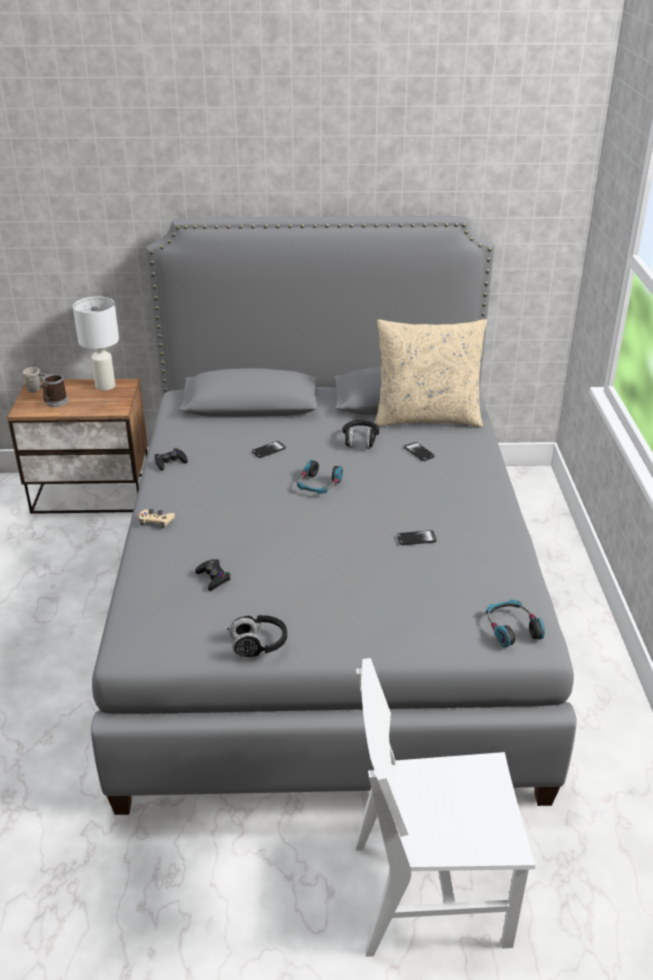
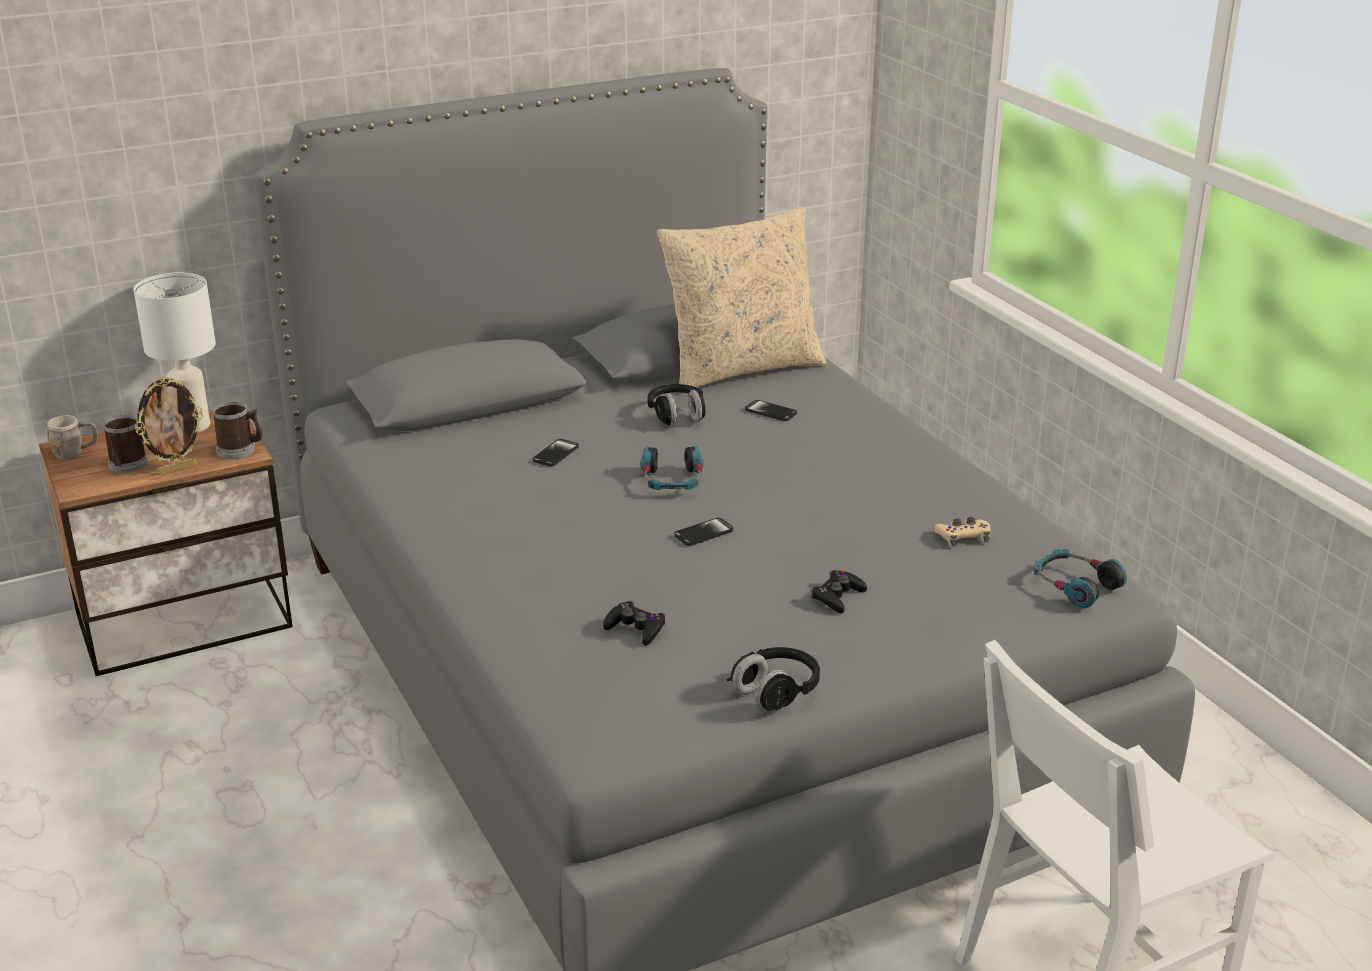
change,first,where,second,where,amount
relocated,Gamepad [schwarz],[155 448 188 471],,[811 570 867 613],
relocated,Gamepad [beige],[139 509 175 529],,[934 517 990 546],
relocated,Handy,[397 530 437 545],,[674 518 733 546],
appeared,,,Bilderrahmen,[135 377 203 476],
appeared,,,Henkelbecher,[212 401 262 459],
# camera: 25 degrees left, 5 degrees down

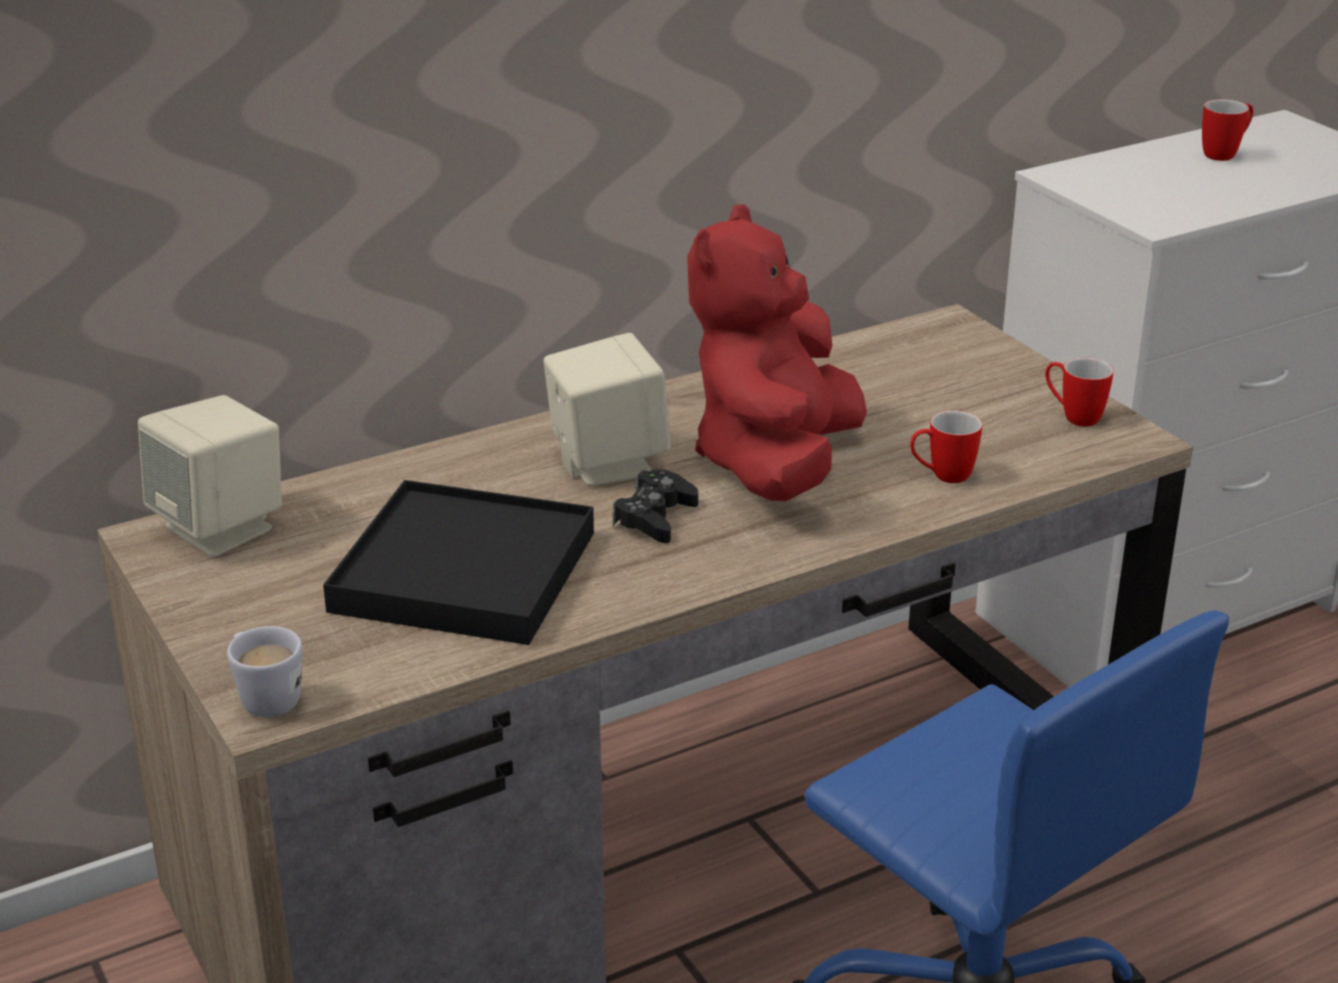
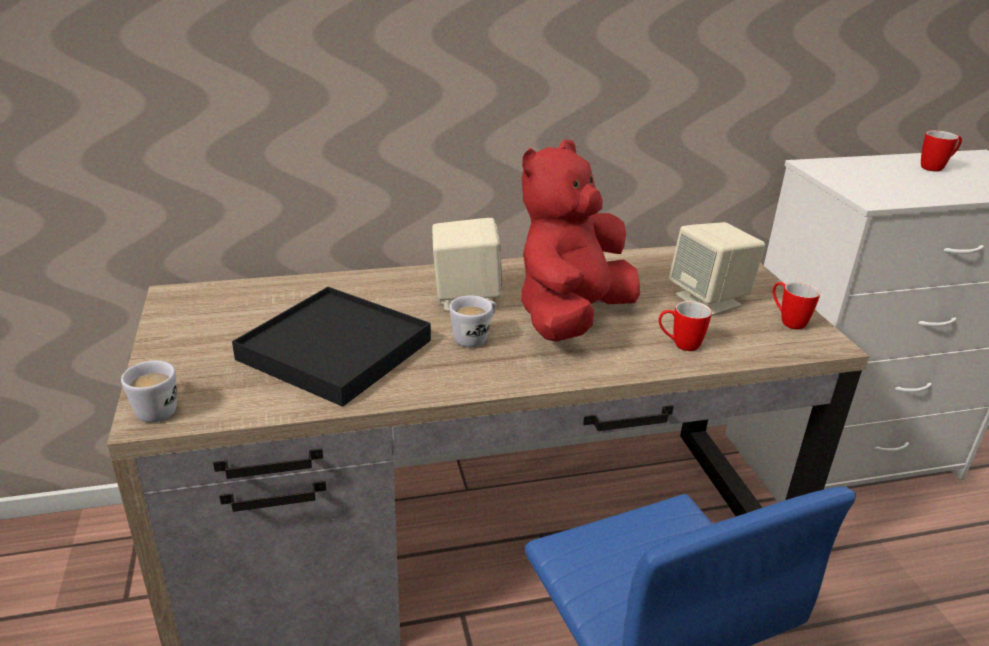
change,first,where,second,where,amount
relocated,Lautsprecher [beige],[138 395 282 557],,[669 222 765 316],
exchanged,Gamepad [schwarz],[613 469 698 543],Henkelbecher [weiß],[449 295 496 347],
# camera: 15 degrees right, 0 degrees up

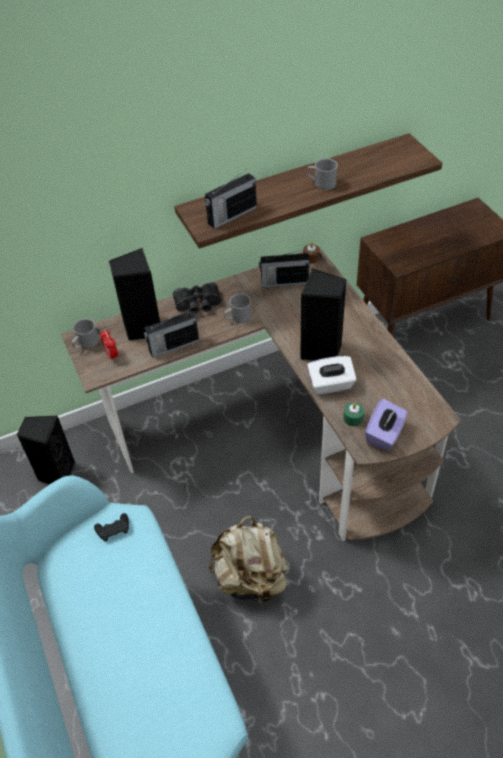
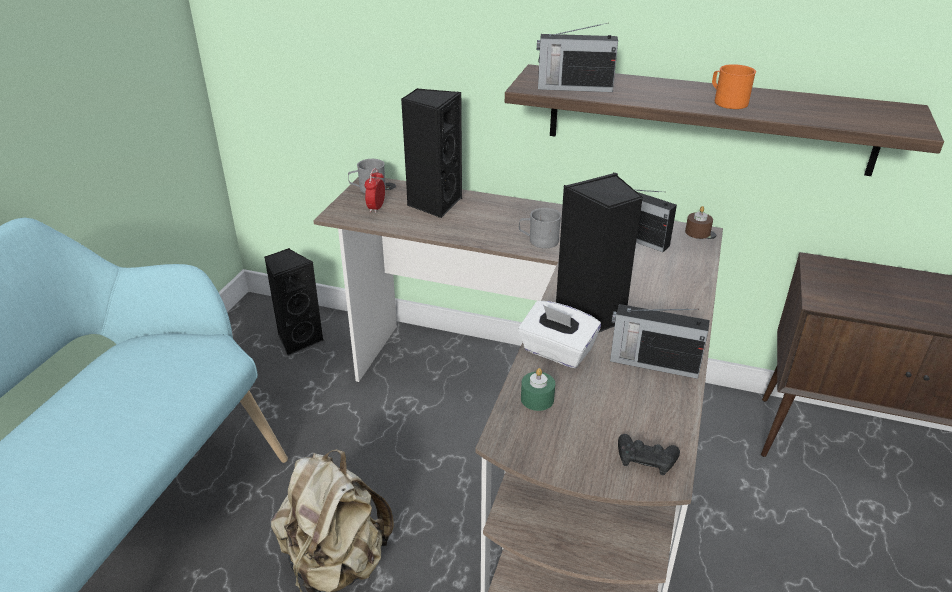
change,first,where,second,where,amount
colour,Henkelbecher [grau],[307 158 338 190],Henkelbecher [orange],[712 64 756 109],
missing,Fernglas [schwarz],[173 282 222 314],,,
relocated,Radio,[144 309 199 358],,[610 304 710 379],
missing,Taschentuchbox [lila],[365 399 408 451],,,
relocated,Gamepad [schwarz],[94 513 129 541],,[618 434 680 475],
# camera: 40 degrees right, 15 degrees down

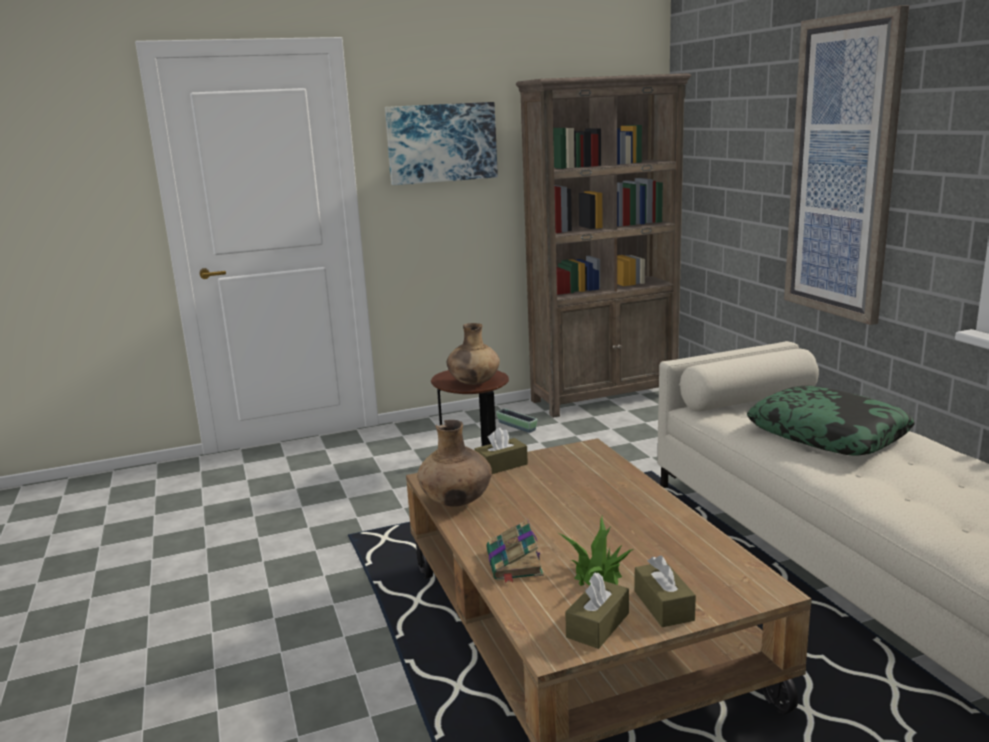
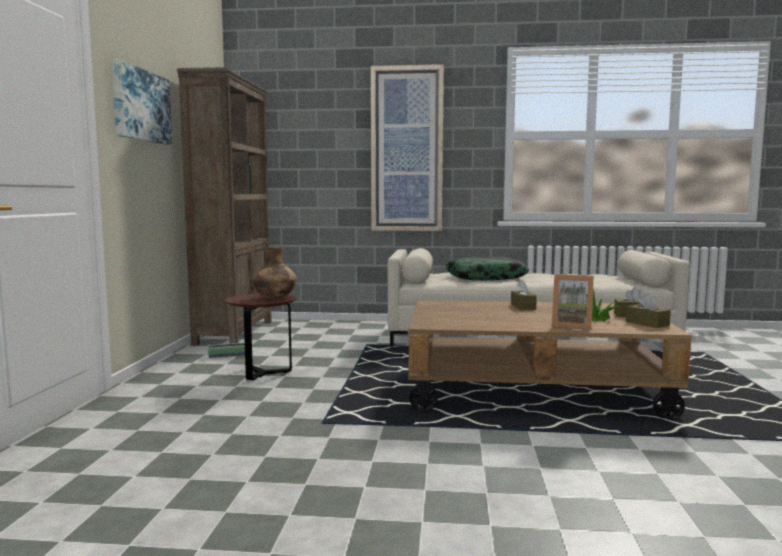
change,first,where,second,where,amount
missing,Vase [braun],[417 420 492 507],,,
relocated,Taschentuchbox [braun],[474 428 528 474],,[511 280 537 310],
exchanged,Buch,[486 519 544 583],Bilderrahmen,[551 274 594 330],
# camera: 65 degrees left, 10 degrees down

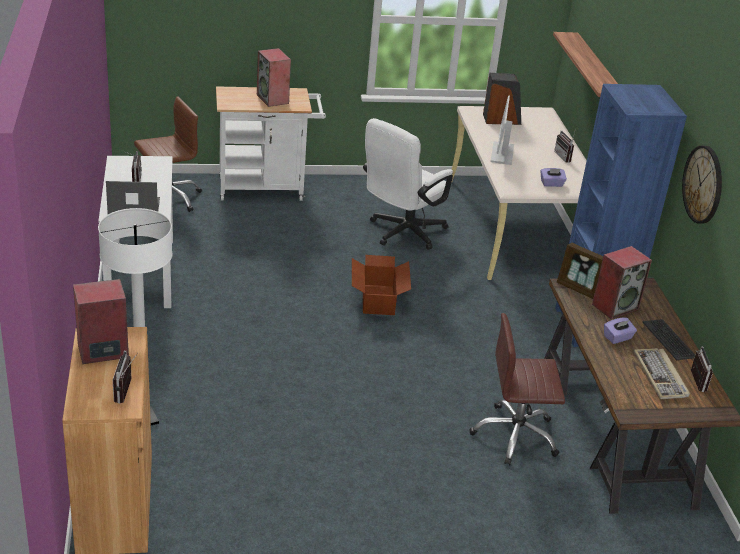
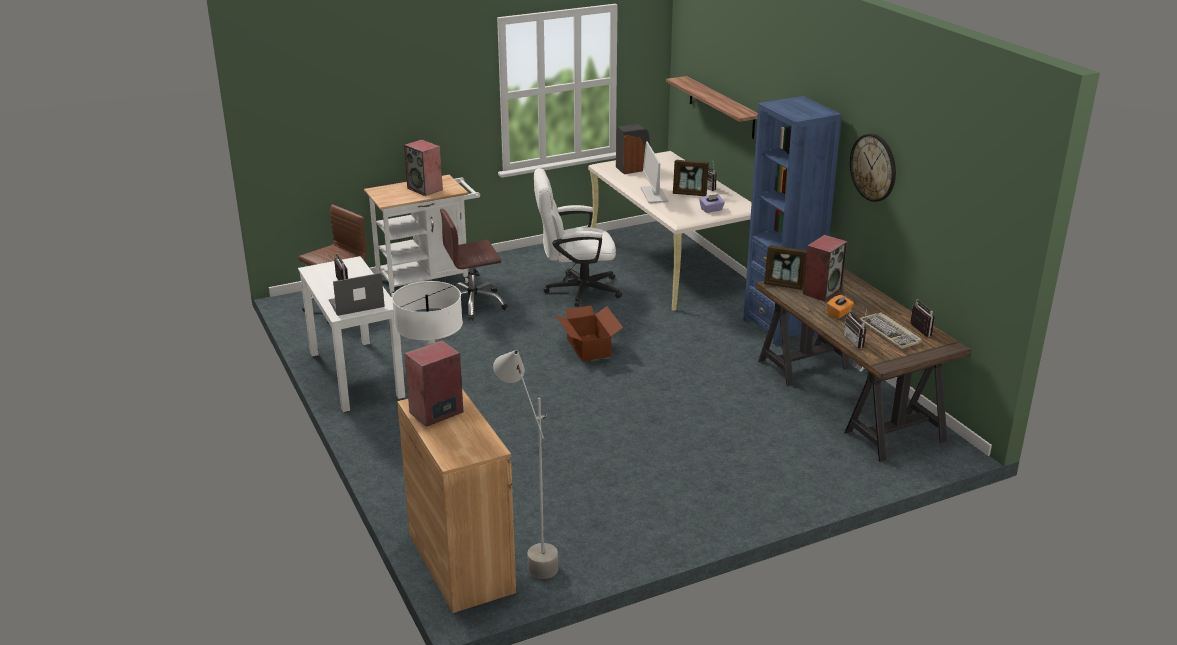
change,first,where,second,where,amount
spun,Bürostuhl [weiß],[363 118 453 250],,[534 168 622 307],60 degrees clockwise
relocated,Bürostuhl [braun],[469 313 565 465],,[439 208 508 321],
colour,Taschentuchbox [lila],[604 317 637 344],Taschentuchbox [orange],[827 295 854 319],
missing,Tastatur,[643 319 695 360],,,
relocated,Radio,[113 351 138 403],,[844 309 867 349],
appeared,,,Bilderrahmen,[673 160 709 196],
appeared,,,Stehlampe [grau],[493 350 558 579],
# camera: 15 degrees left, 5 degrees down

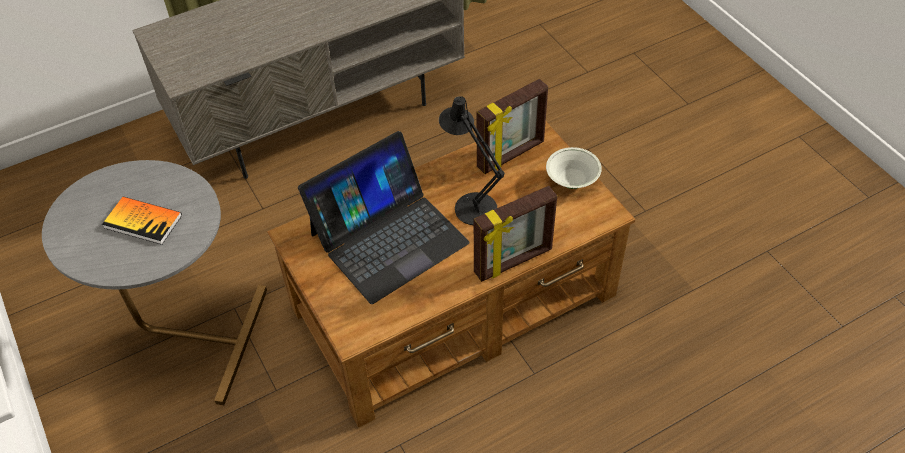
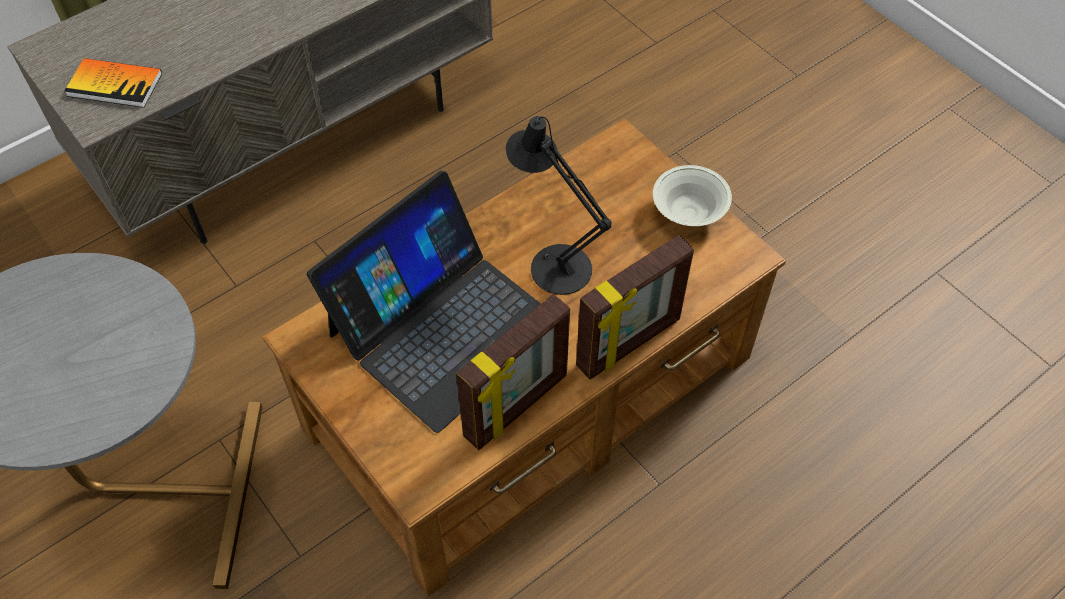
change,first,where,second,where,amount
relocated,Bilderrahmen,[477 79 548 174],,[456 294 570 450],
relocated,Buch,[102 197 182 245],,[64 58 162 108],
# camera: 10 degrees left, 5 degrees up

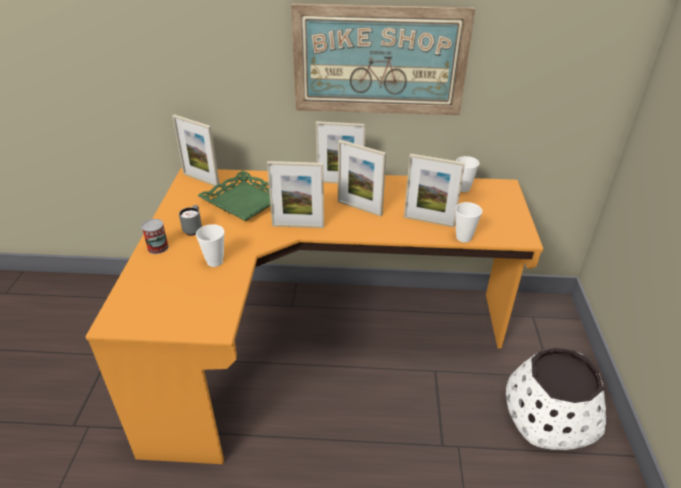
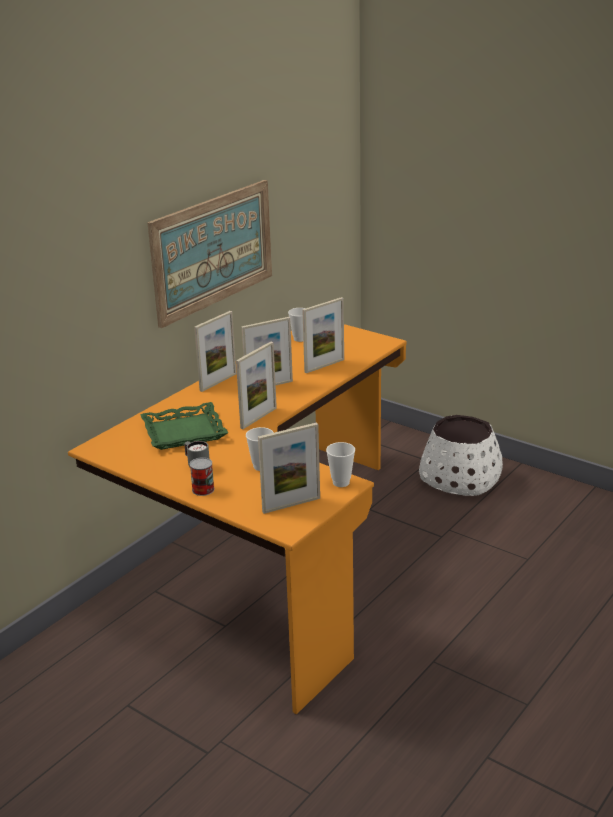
change,first,where,second,where,amount
relocated,Bilderrahmen,[172 114 219 186],,[258 422 320 514],
relocated,Tasse,[455 202 482 243],,[326 442 355 487],
# camera: 55 degrees left, 10 degrees down

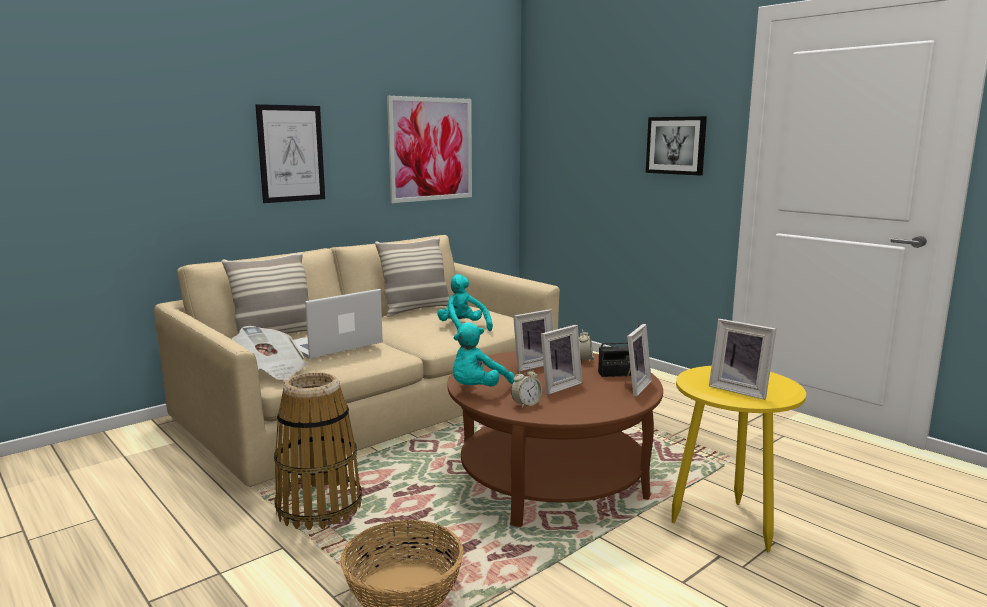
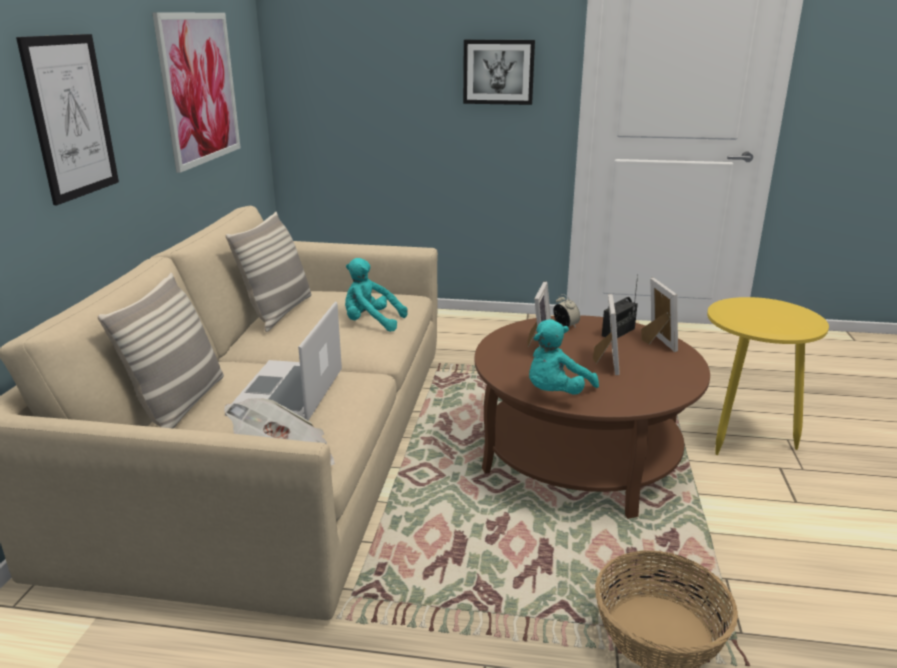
change,first,where,second,where,amount
missing,Bilderrahmen,[709 319 776 400],,,
spun,Plüschtier [türkis],[453 322 514 386],,[529 319 599 395],45 degrees clockwise
missing,Wecker,[511 367 542 408],,,
missing,Korb,[274 372 362 530],,,
# camera: 40 degrees left, 10 degrees up

